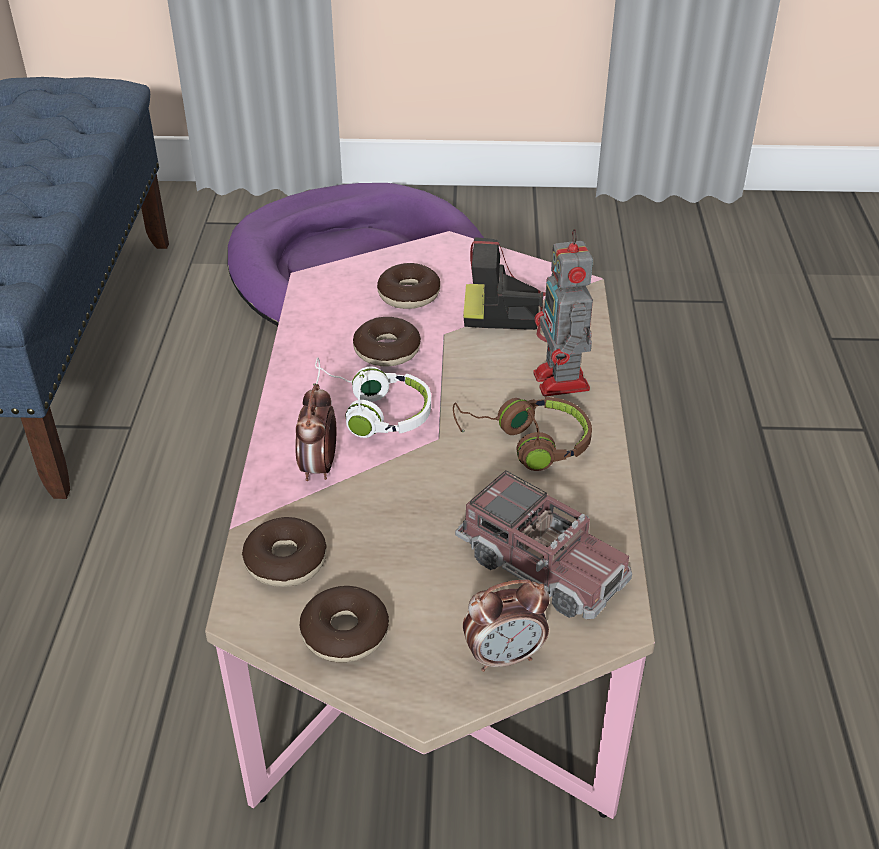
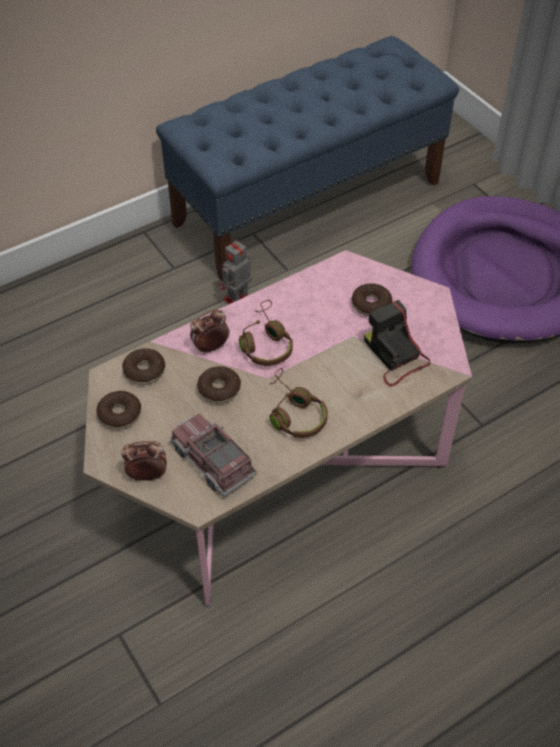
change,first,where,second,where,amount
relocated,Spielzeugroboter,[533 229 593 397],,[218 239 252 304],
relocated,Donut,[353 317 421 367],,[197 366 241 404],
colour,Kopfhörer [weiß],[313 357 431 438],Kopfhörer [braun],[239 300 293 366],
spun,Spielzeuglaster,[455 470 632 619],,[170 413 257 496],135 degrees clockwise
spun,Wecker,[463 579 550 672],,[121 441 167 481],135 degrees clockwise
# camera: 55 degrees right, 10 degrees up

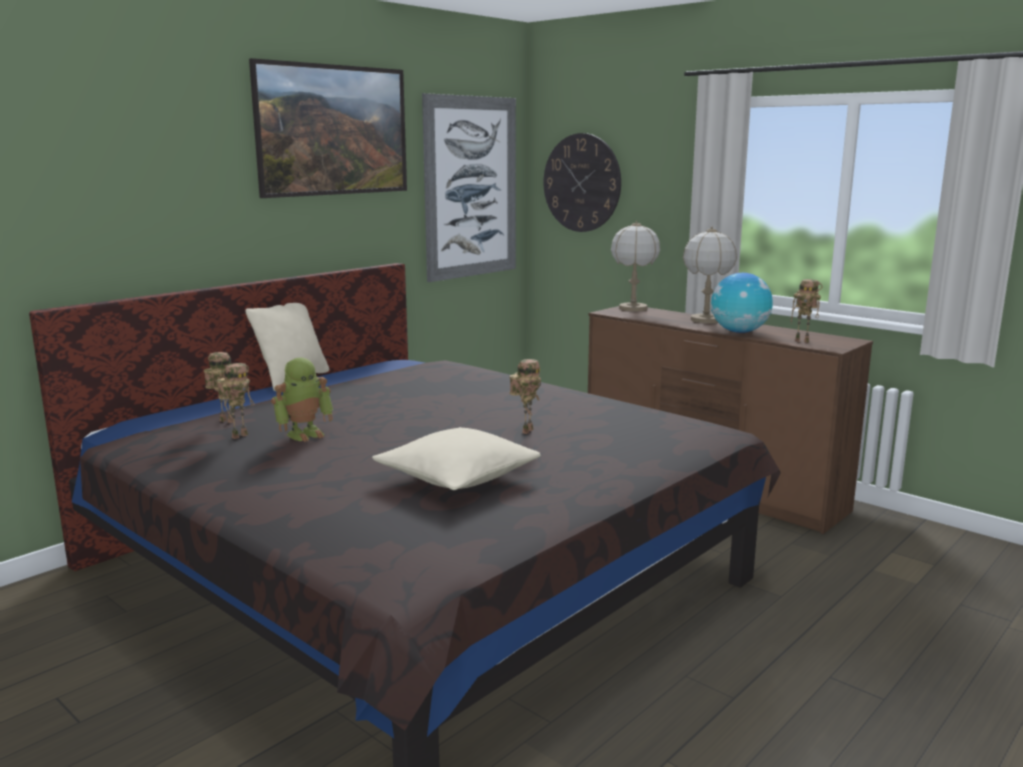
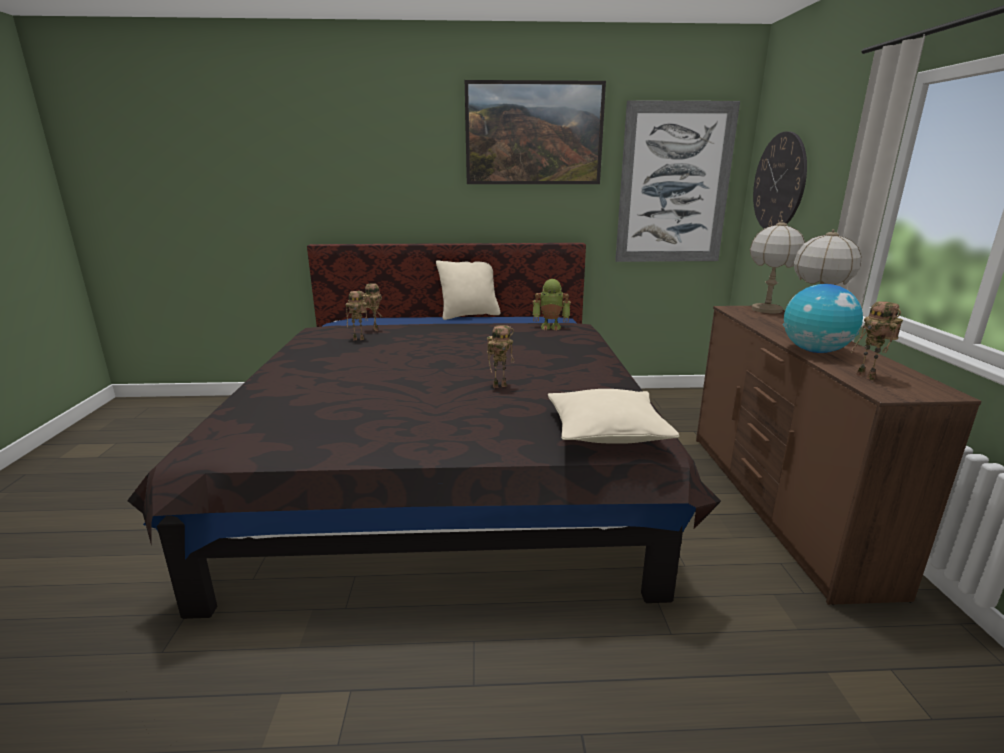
change,first,where,second,where,amount
relocated,Spielzeugroboter,[271 358 333 442],,[532 279 571 331],
relocated,Kissen [beige],[372 427 541 490],,[548 389 679 444],
# camera: 45 degrees right, 5 degrees up

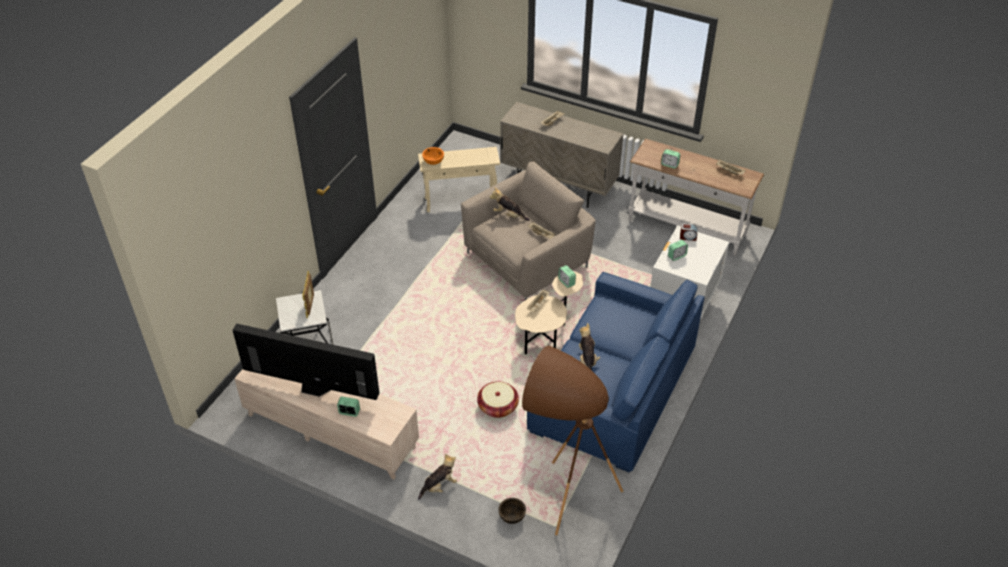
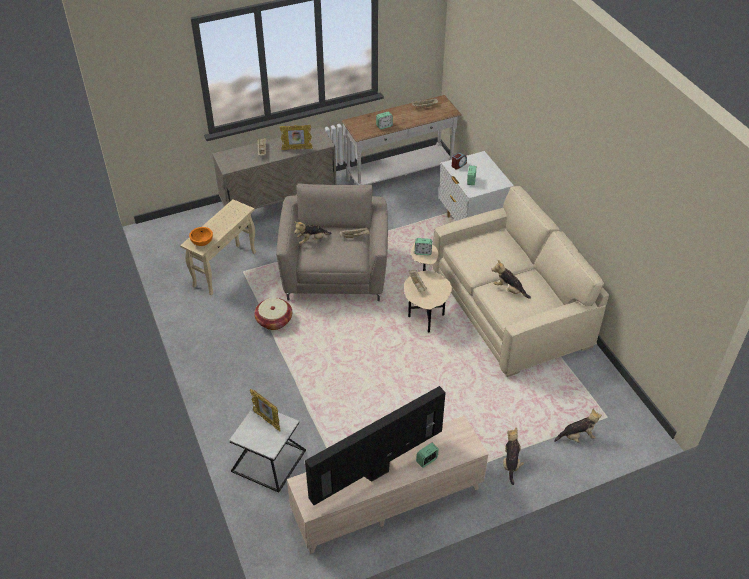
change,first,where,second,where,amount
colour,Sofa [blau],[527 272 705 473],Sofa [beige],[432 186 609 377],
missing,Stehlampe [braun],[522 346 623 536],,,
relocated,Korb,[477 381 519 418],,[254 298 292 330],
exchanged,Schüssel [braun],[498 498 526 524],Plüschtier,[554 409 602 443],
appeared,,,Bilderrahmen,[280 125 313 150],
# camera: 50 degrees left, 0 degrees up

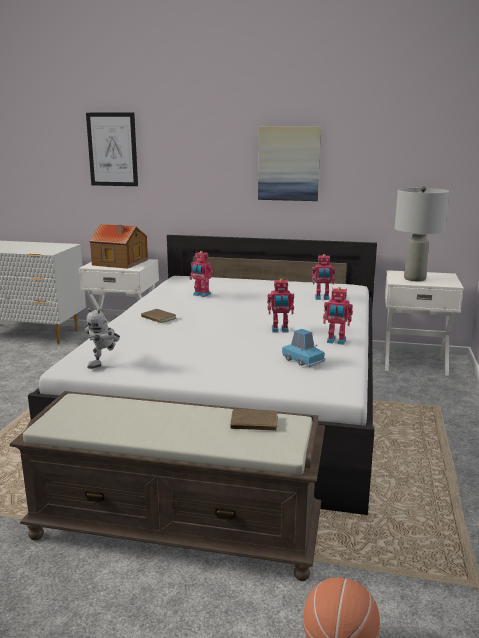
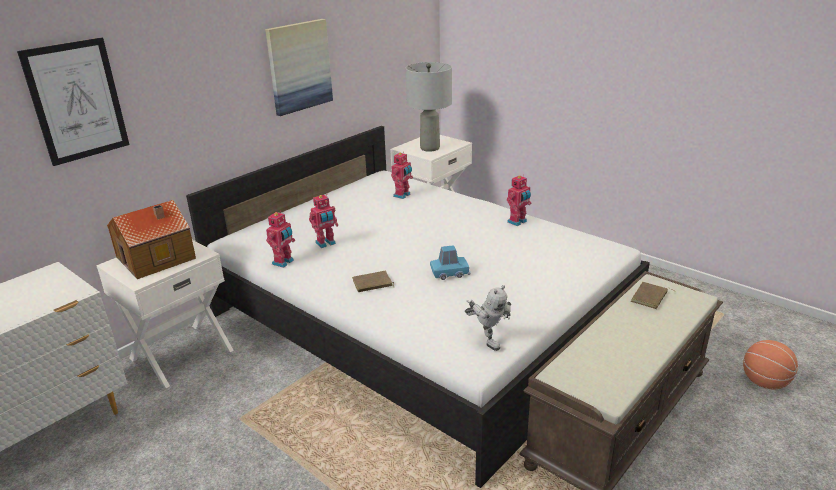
change,first,where,second,where,amount
relocated,Spielzeugroboter,[267 278 294 332],,[266 211 295 268],
relocated,Spielzeugauto [blau],[282 329 325 367],,[430 245 471 280],
# camera: 60 degrees left, 10 degrees up

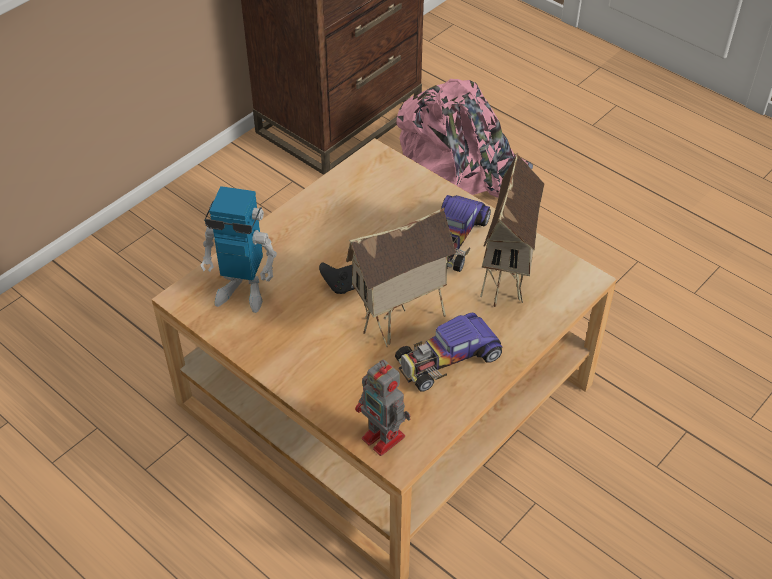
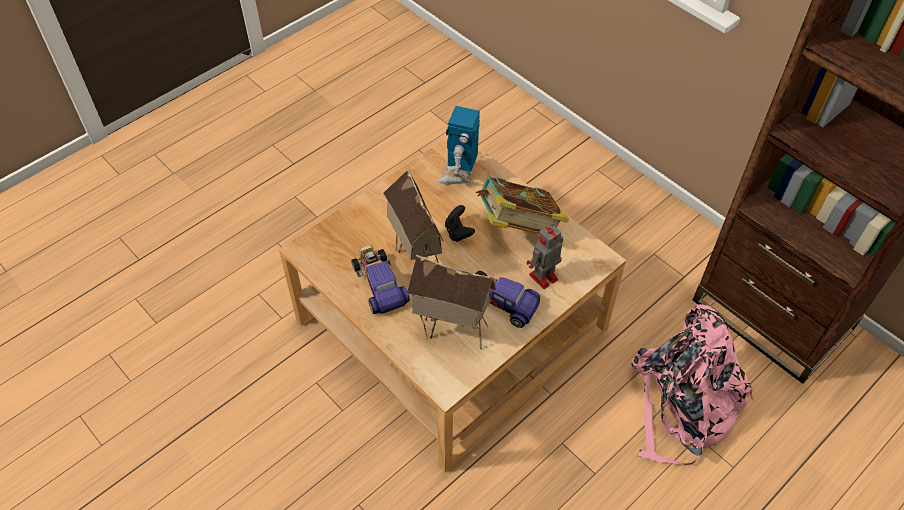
change,first,where,second,where,amount
relocated,Spielzeugroboter,[355 360 410 456],,[527 224 563 289],
appeared,,,Buch,[476 177 569 234],
# camera: 95 degrees right, 5 degrees up

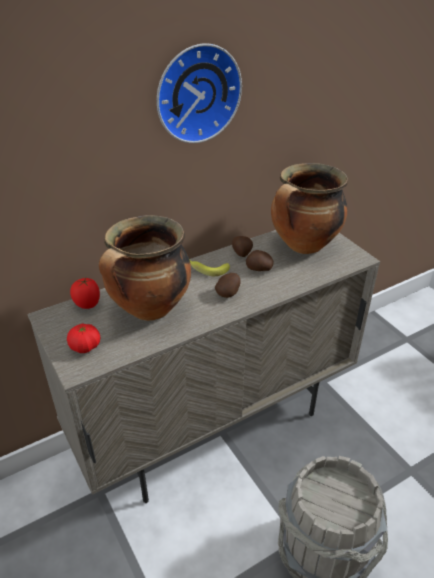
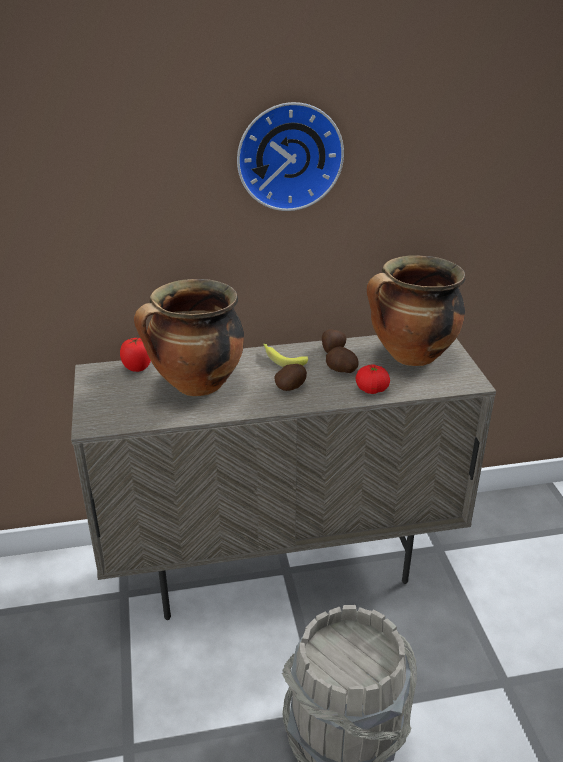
change,first,where,second,where,amount
relocated,Tomate,[67 323 101 353],,[356 365 390 394],
# camera: 20 degrees right, 5 degrees down

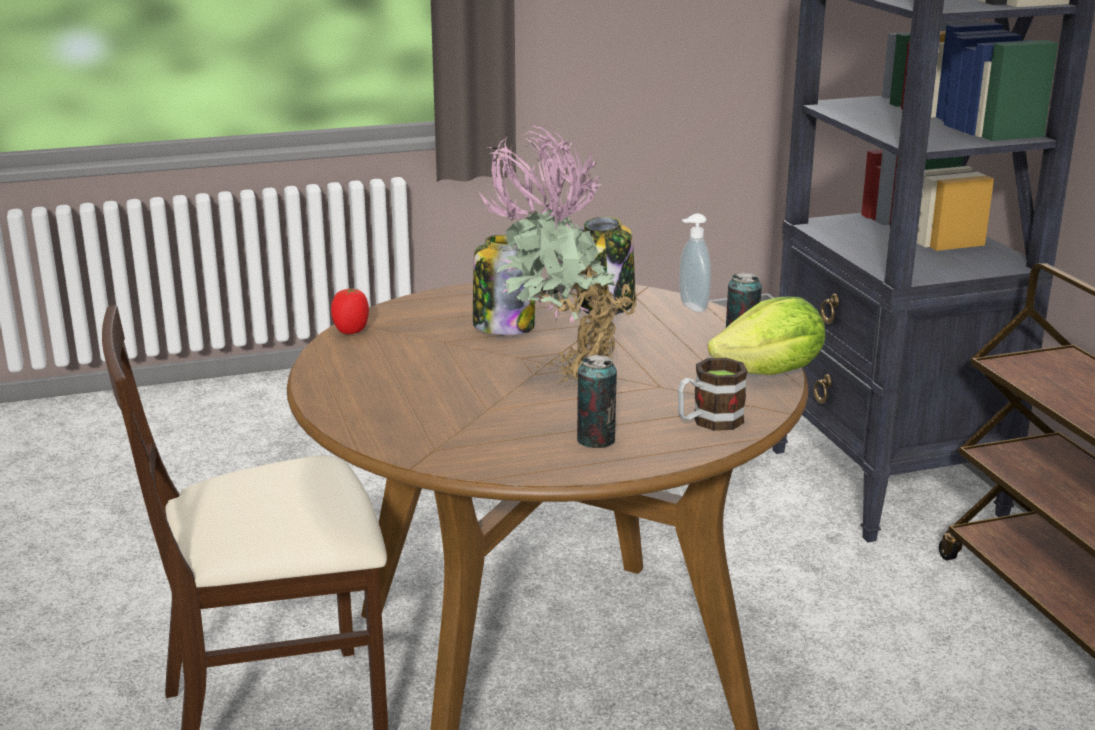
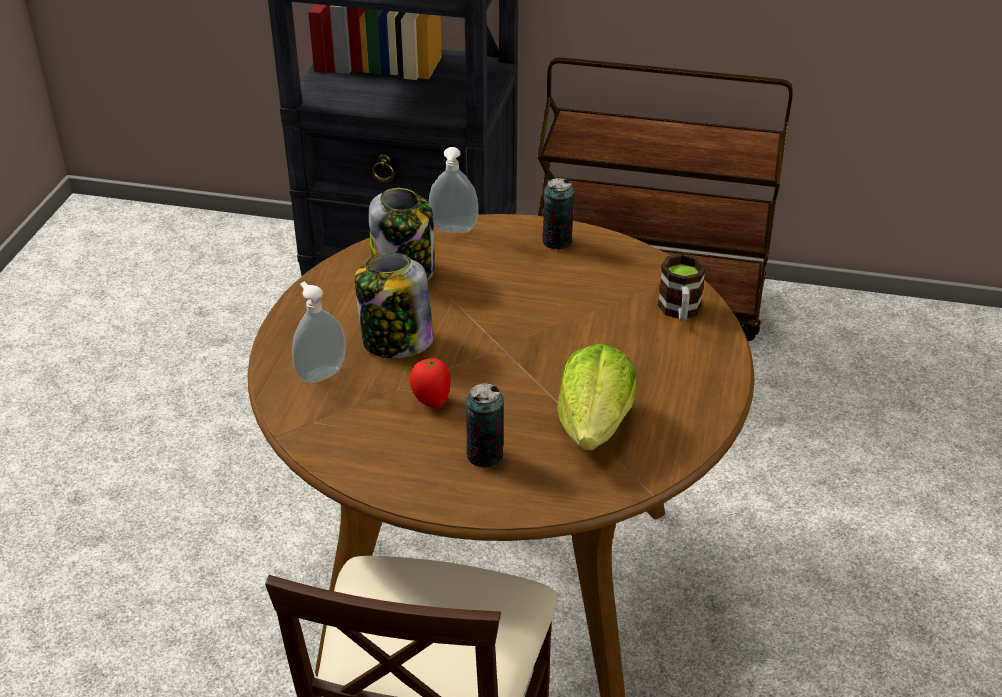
change,first,where,second,where,amount
missing,Topfpflanze,[479 124 638 387],,,
relocated,Tomate,[331 288 369 334],,[410 357 451 408],
relocated,Salatkopf,[708 297 825 375],,[557 343 637 450],
relocated,Dose,[577 355 617 448],,[466 383 504 468],
appeared,,,Seifenspender,[292 282 346 383],
# camera: 60 degrees left, 15 degrees up

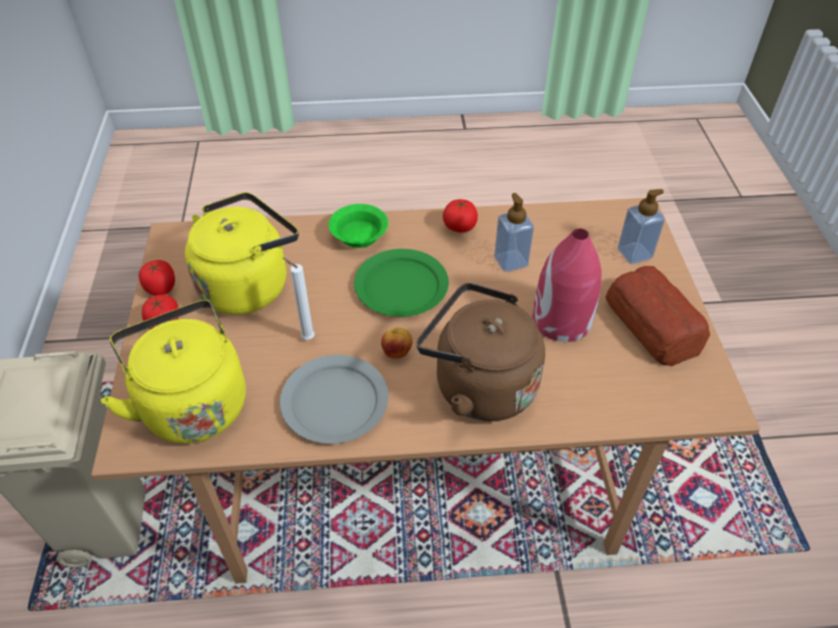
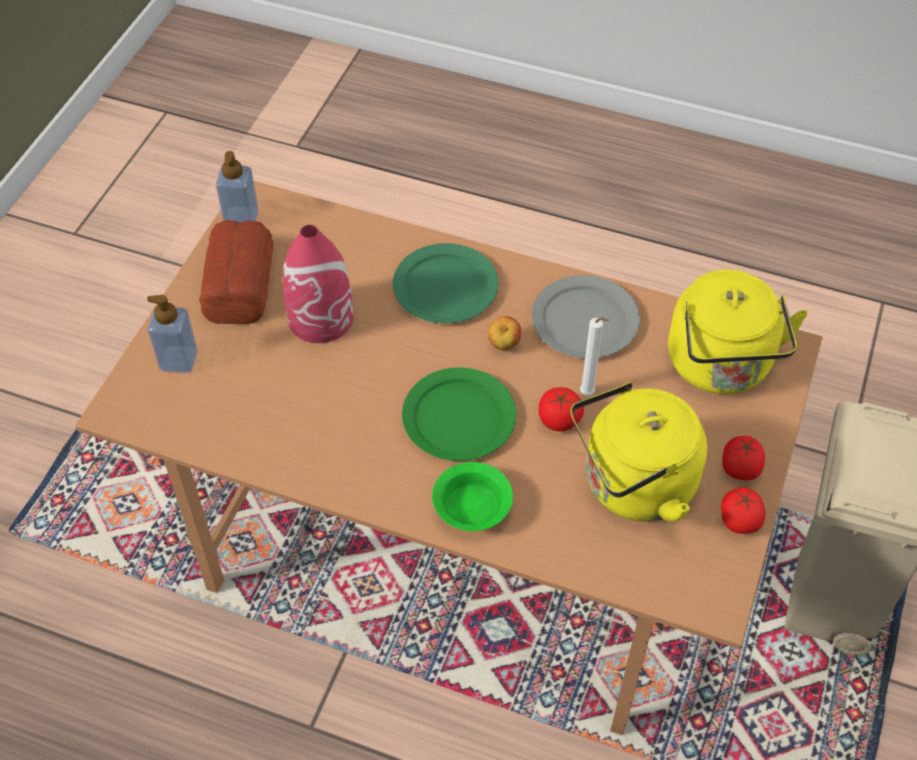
change,first,where,second,where,amount
relocated,Seifenspender,[494 193 534 272],,[216 151 259 222],
relocated,Tomate,[443 198 478 232],,[539 387 584 431],
exchanged,Wasserkessel [braun],[417 283 545 421],Teller [grün],[393 243 499 323],
# camera: 155 degrees left, 5 degrees up

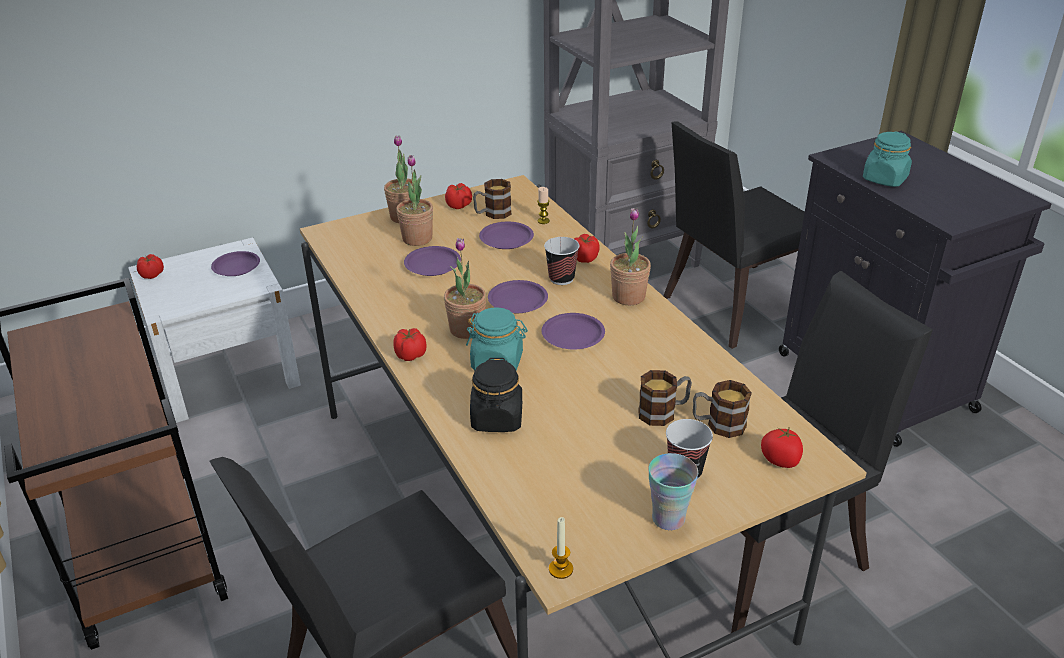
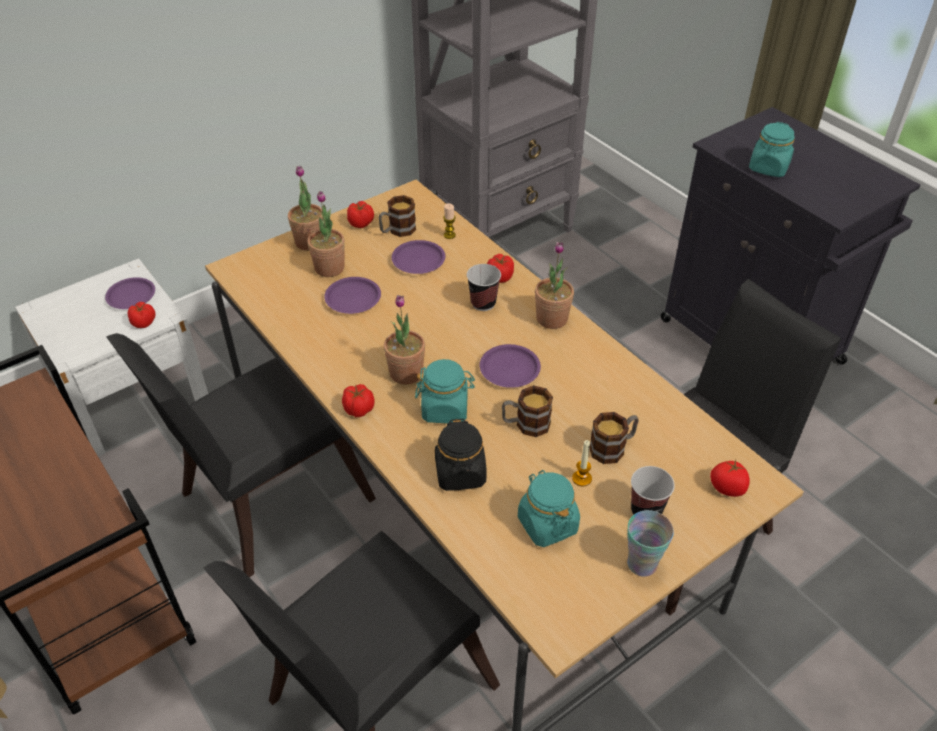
change,first,where,second,where,amount
relocated,Stuhl [schwarz],[663 122 805 349],,[106 333 376 577],
relocated,Tomate,[137 254 164 279],,[127 302 155 328],
missing,Teller [lila],[488 280 548 313],,,
relocated,Henkelbecher,[693 380 752 438],,[502 385 553 437],
relocated,Kerze,[549 517 573 579],,[572 440 592 486],
appeared,,,Vorratsglas [türkis],[518 470 580 547],
# camera: 10 degrees left, 10 degrees up

